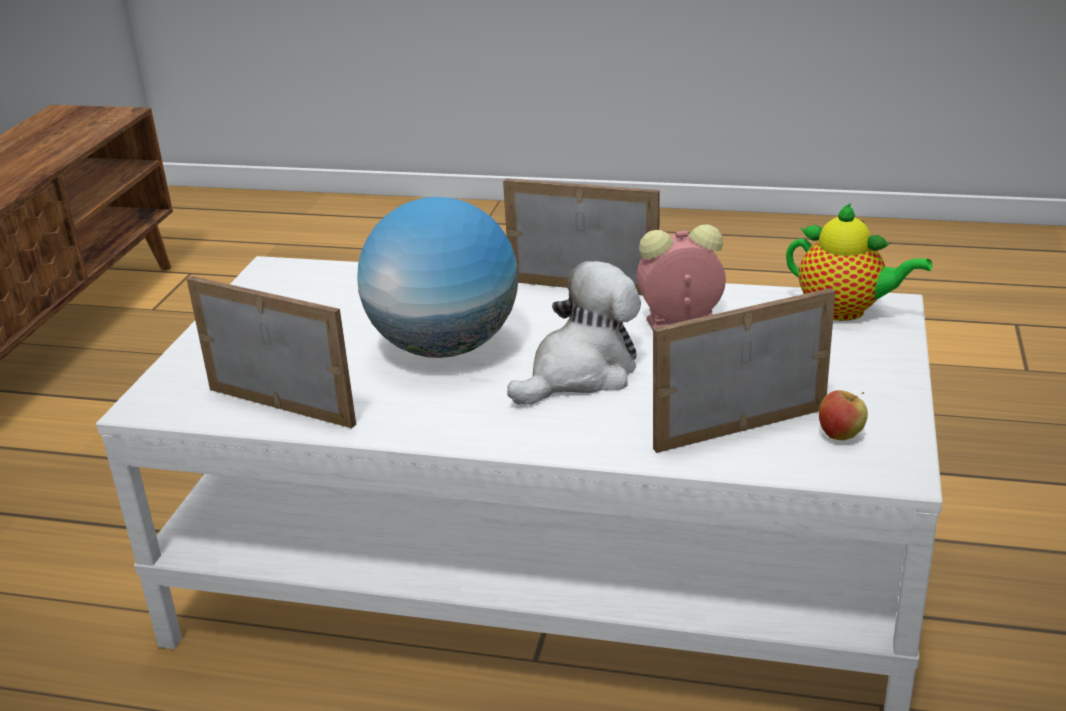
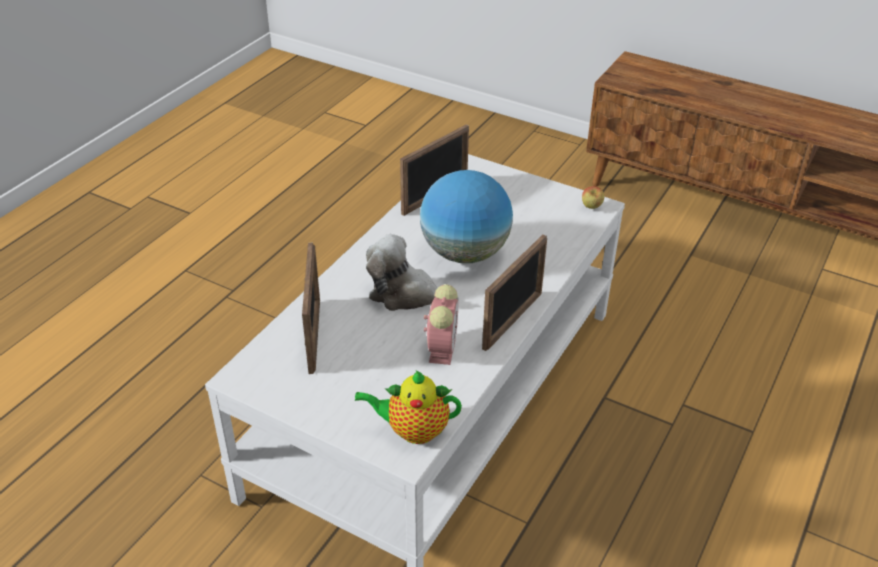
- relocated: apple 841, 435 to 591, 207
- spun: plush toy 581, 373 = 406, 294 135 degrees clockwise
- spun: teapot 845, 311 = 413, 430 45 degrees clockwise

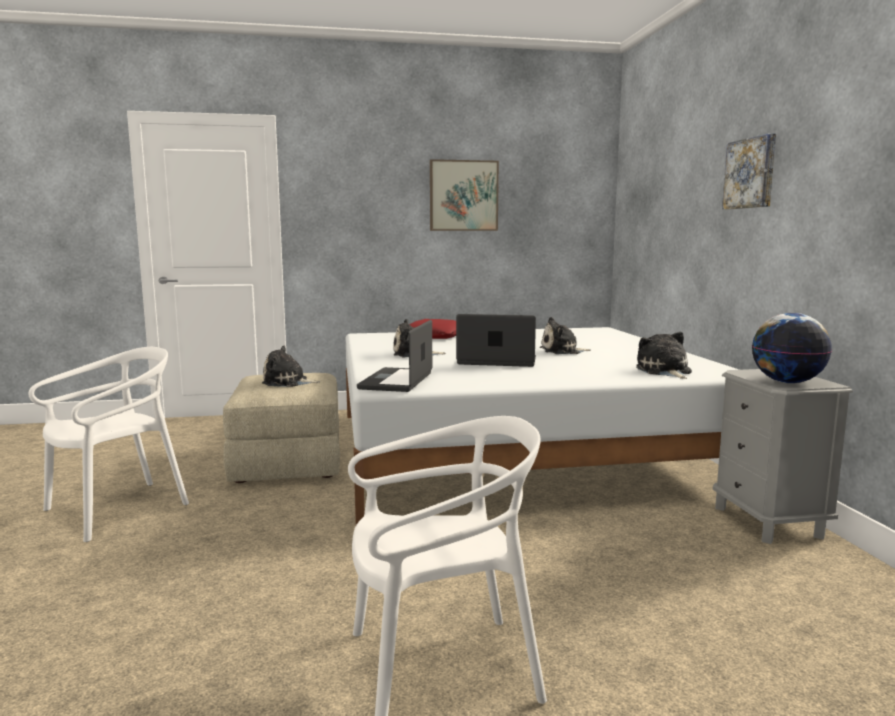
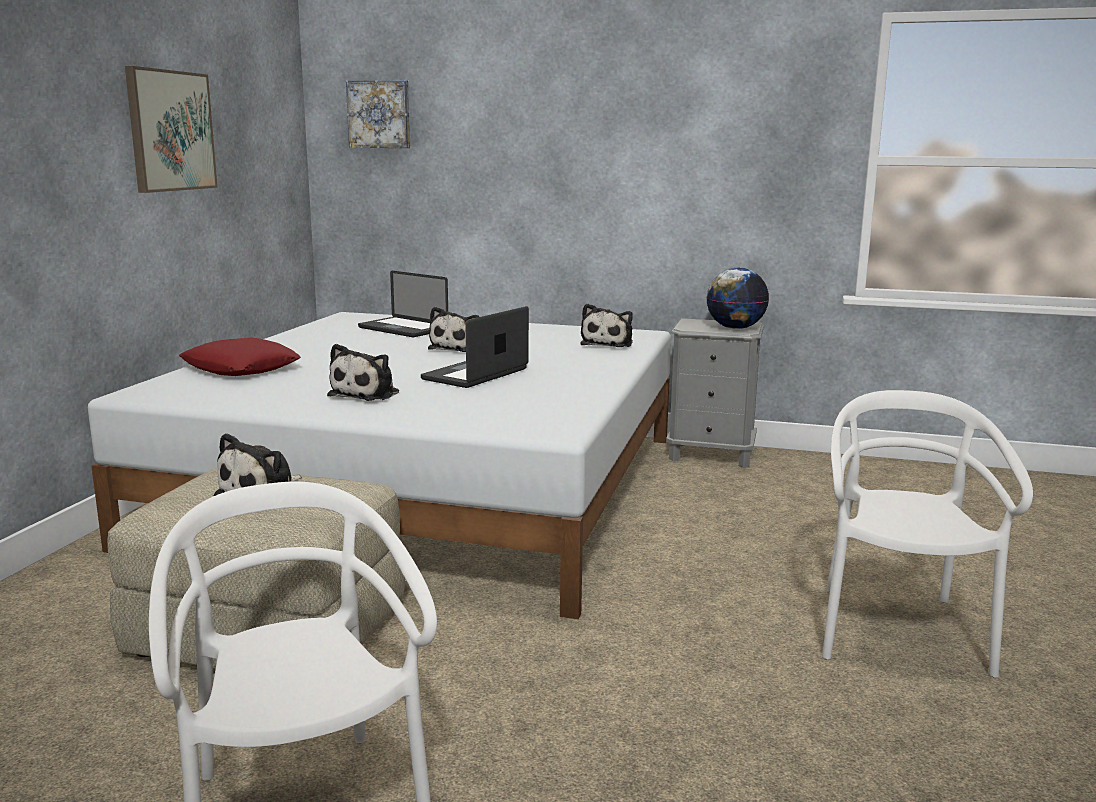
- relocated: portable computer 396, 381 to 403, 329
- relocated: wall art 751, 173 to 379, 114
- spun: plush toy 664, 371 = 608, 343 90 degrees counterclockwise

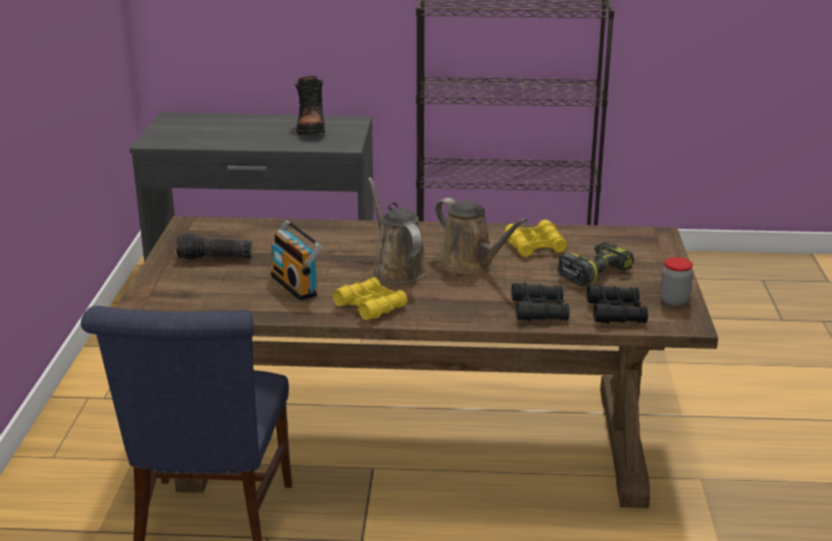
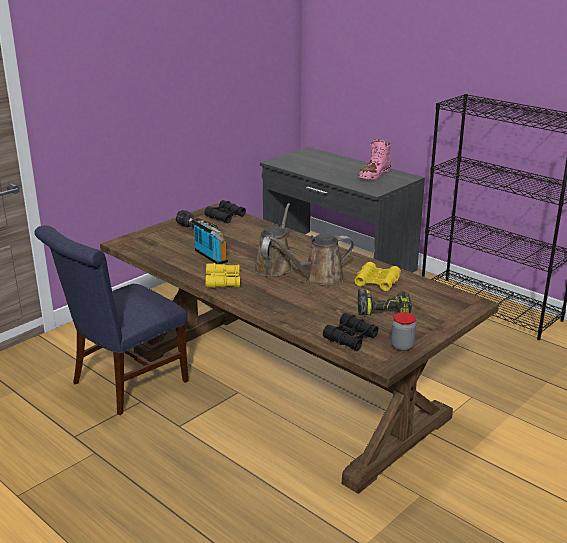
- relocated: black-coloured pair of binoculars 539, 310 to 225, 216
- colour: black-coloured tall boot 311, 128 to pink-coloured tall boot 374, 175
- spun: radio set 296, 285 = 209, 257 135 degrees clockwise
- spun: brown sprinkling can 470, 263 = 319, 278 75 degrees clockwise

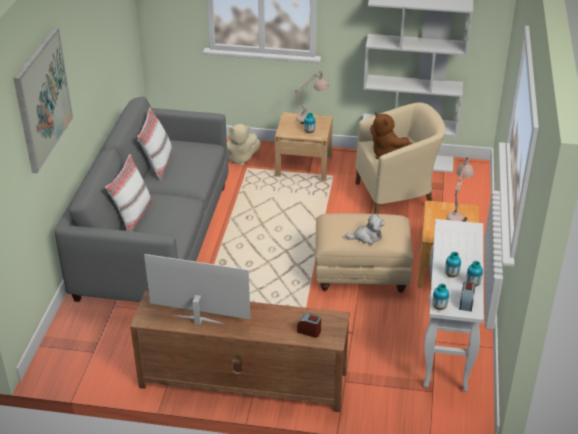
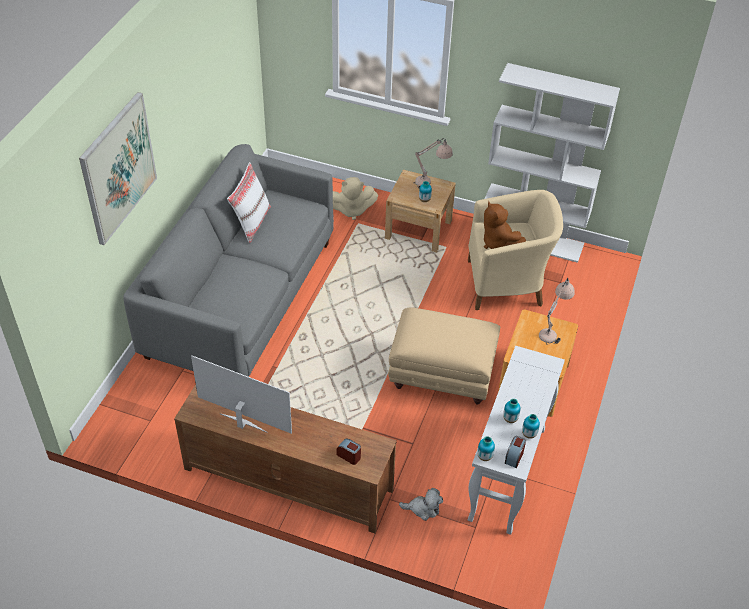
- missing: whitish cushion 133, 216
- relocated: plush toy 366, 237 to 423, 508

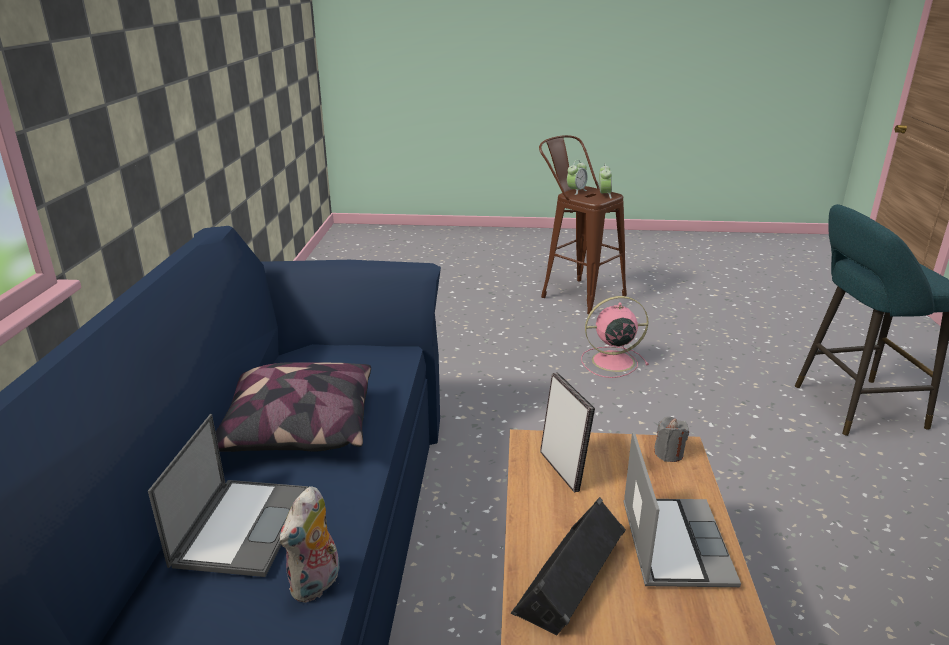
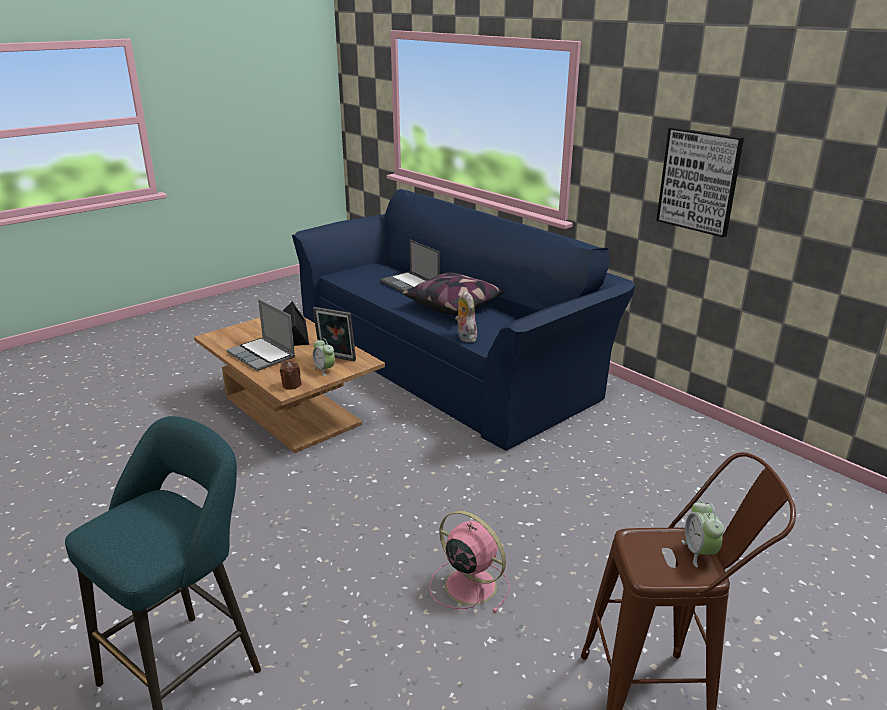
- appeared: wall art 699, 181
- relocated: plush toy 317, 585 to 465, 337
- relocated: alarm clock 604, 195 to 324, 370
- colour: gray wax candle 668, 453 to brown wax candle 291, 385
- spun: pink-coloured electric fan 611, 361 = 468, 584 90 degrees counterclockwise

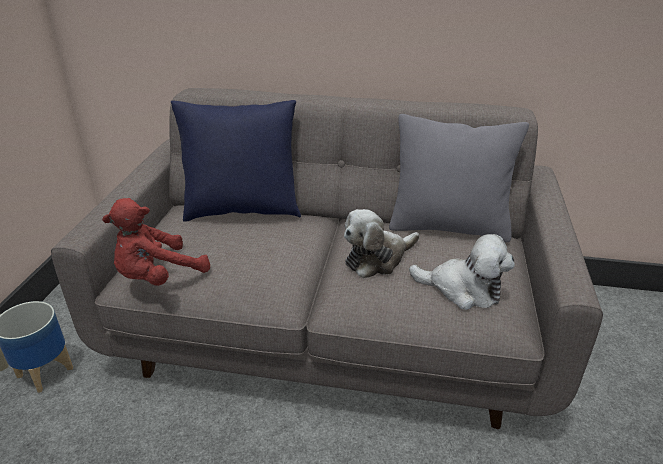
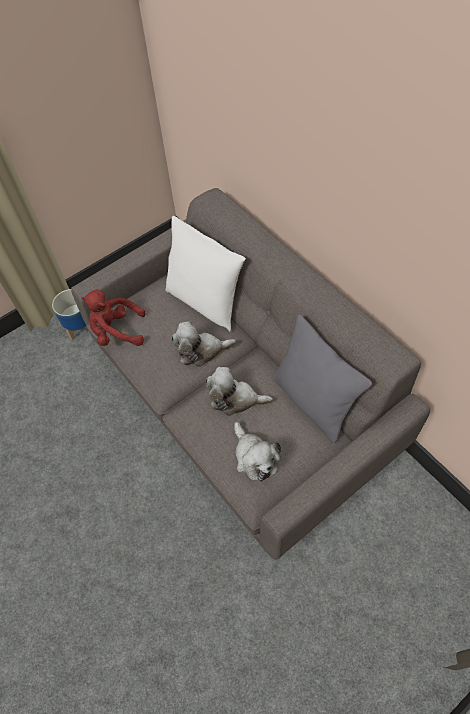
- appeared: plush toy 201, 351
- colour: blue cushion 242, 210 to whitish cushion 205, 301

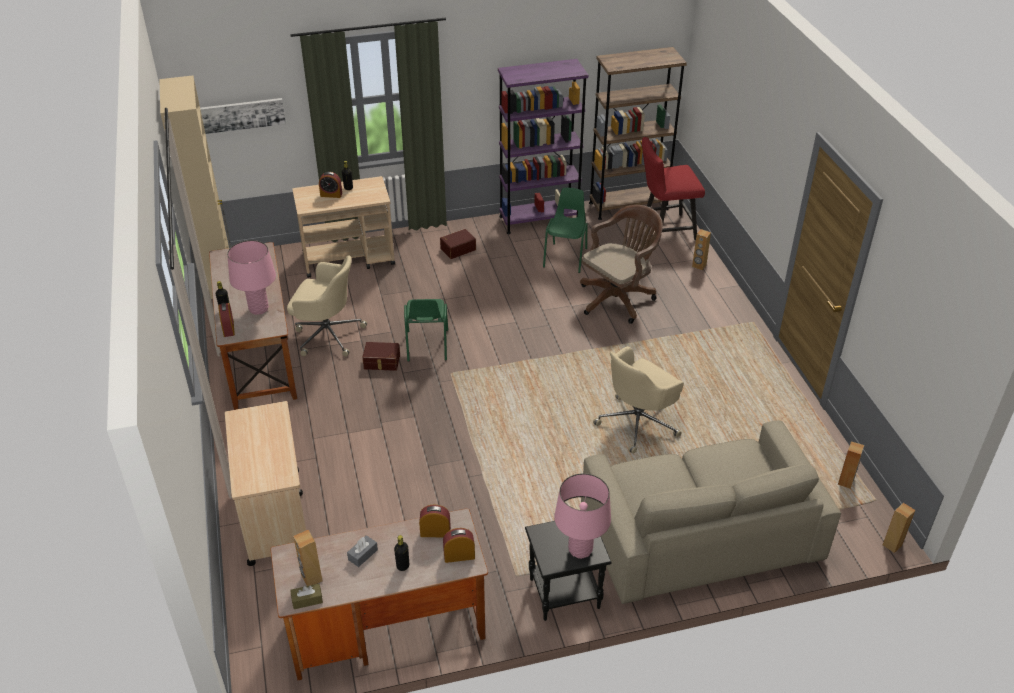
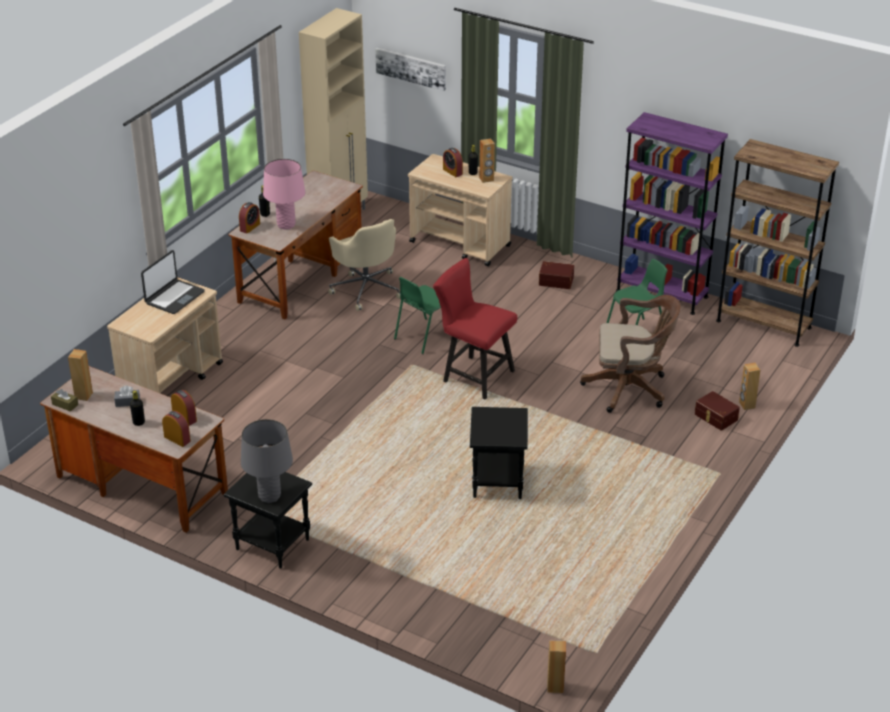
- missing: beige-coloured settee 699, 532
- appeared: portable computer 174, 297
- relocated: brown storage container 381, 362 to 715, 417
- relocated: reddish upright chair 665, 230 to 473, 375
- relocated: brown audio speaker 845, 482 to 486, 179
- exchanged: beige-coloured computer chair 638, 422 to black-coloured accent table 496, 481
- colour: pink-coloured table lamp 580, 549 to gray table lamp 269, 496

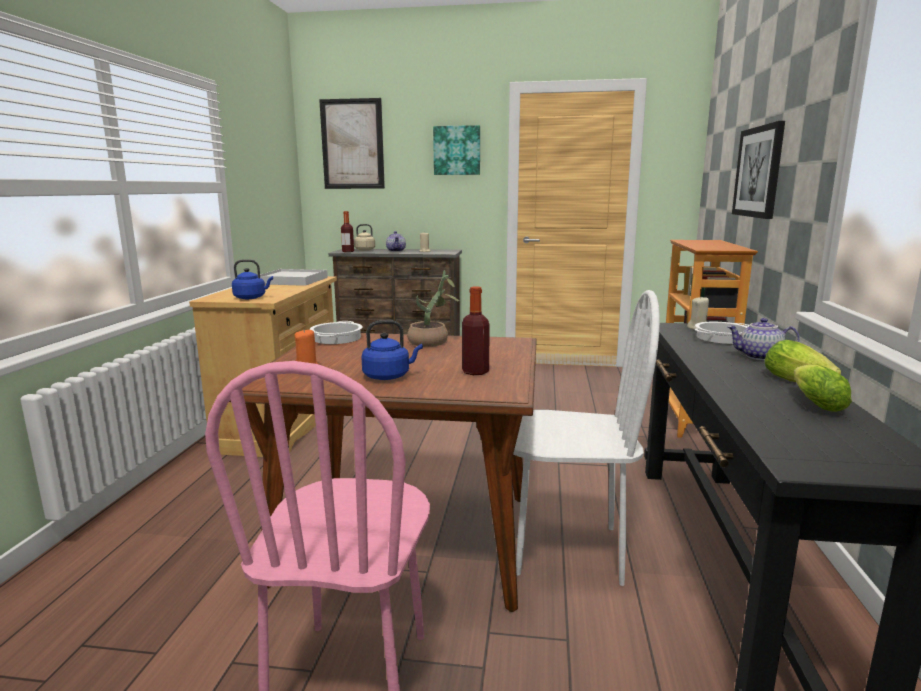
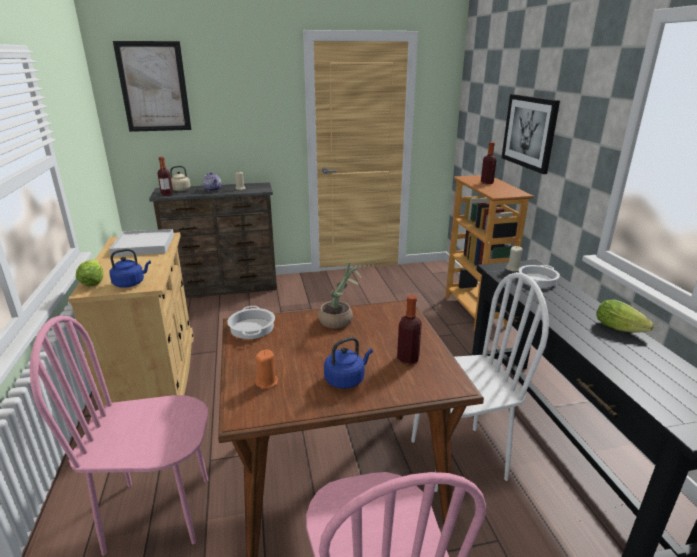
- missing: wall art 457, 150
- missing: teapot 759, 357
- appeared: pink-coloured upright chair 159, 513
- appeared: beverage bottle 486, 183
- relocated: lettuce head 814, 403 to 94, 280

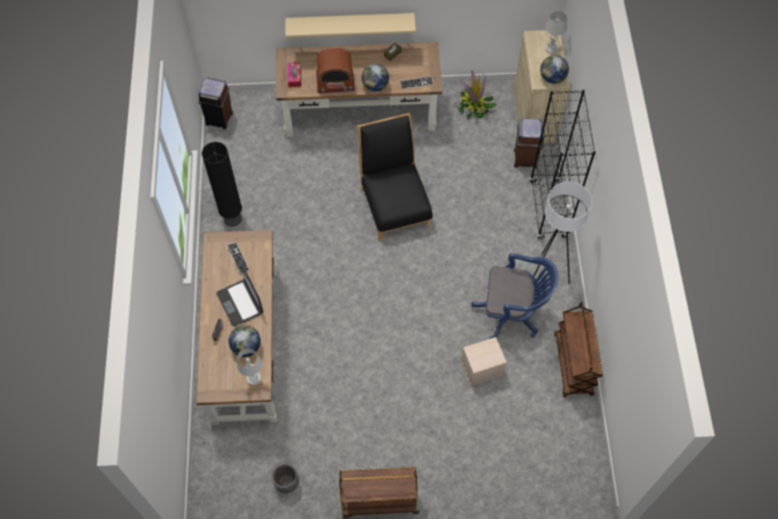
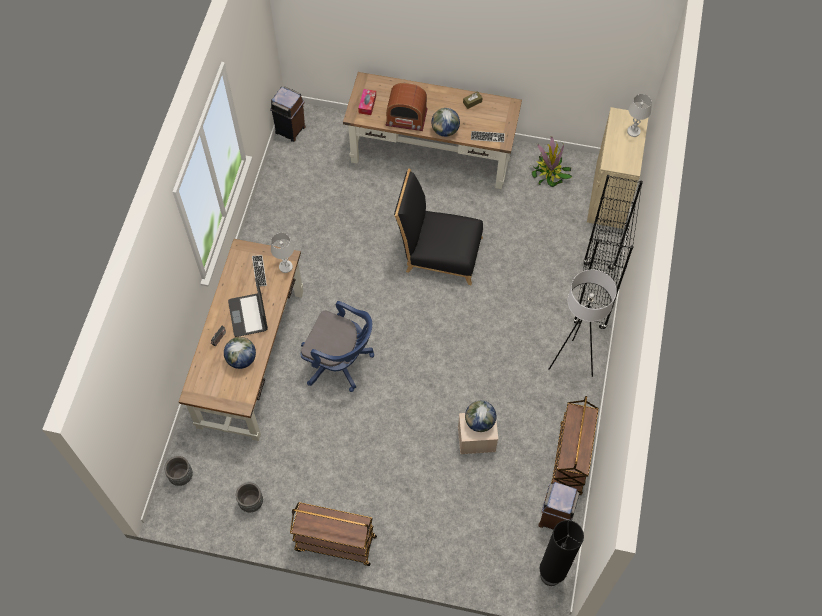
- missing: beige-coloured shelf 350, 22
- appeared: gray plant pot 181, 476
- relocated: black-coloured floor lamp 232, 218 to 550, 575
- relocated: whitish table lamp 254, 378 to 286, 267
- relocated: blue computer chair 511, 312 to 340, 362
- relocated: brown trash can 525, 158 to 555, 517
- relocated: world globe 552, 78 to 479, 422
- spun: black-coloured upright chair 394, 202 = 438, 253 75 degrees counterclockwise

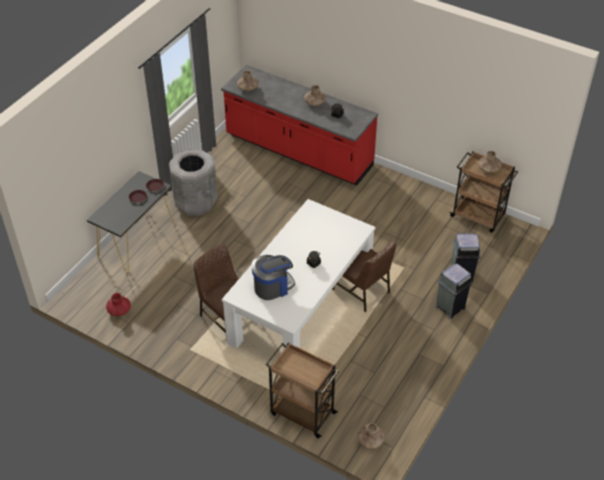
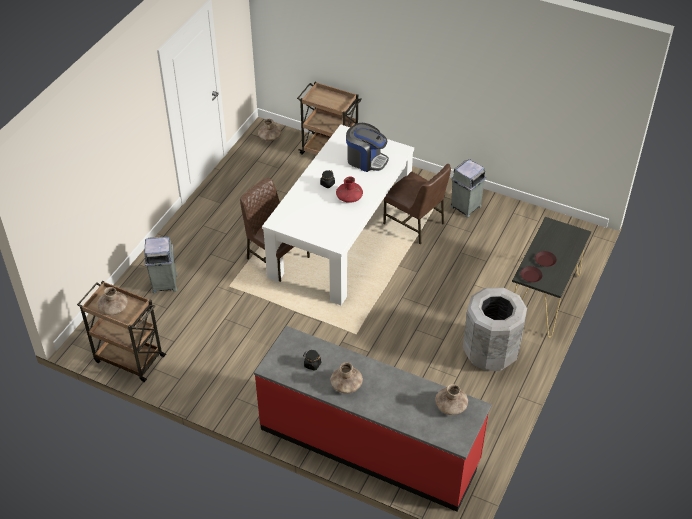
- relocated: reddish vase 119, 310 to 349, 198
- relocated: gray trash can 450, 307 to 465, 207
- spun: coffee brewer 272, 287 = 366, 160 120 degrees counterclockwise

